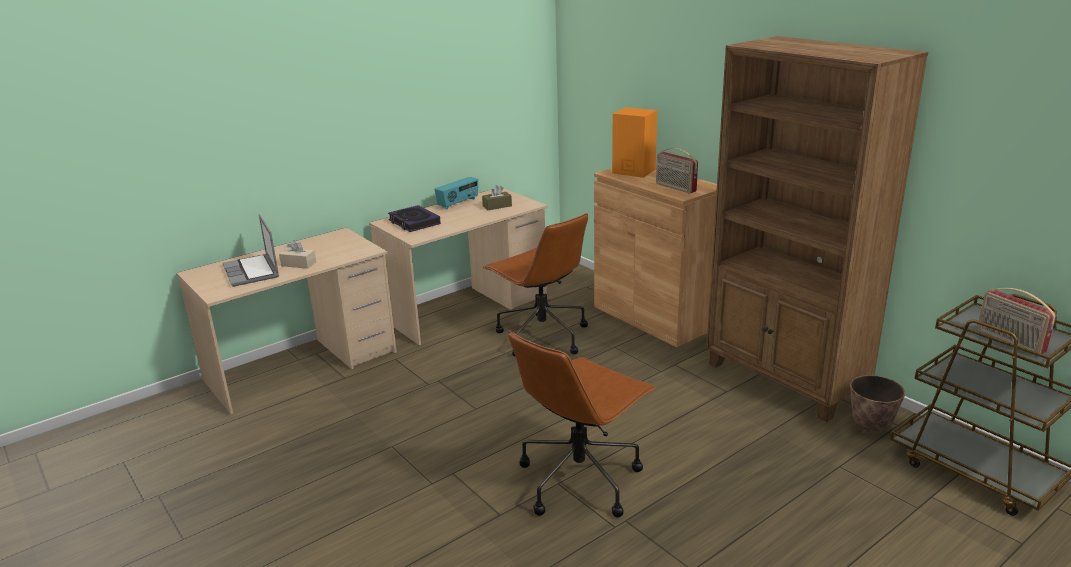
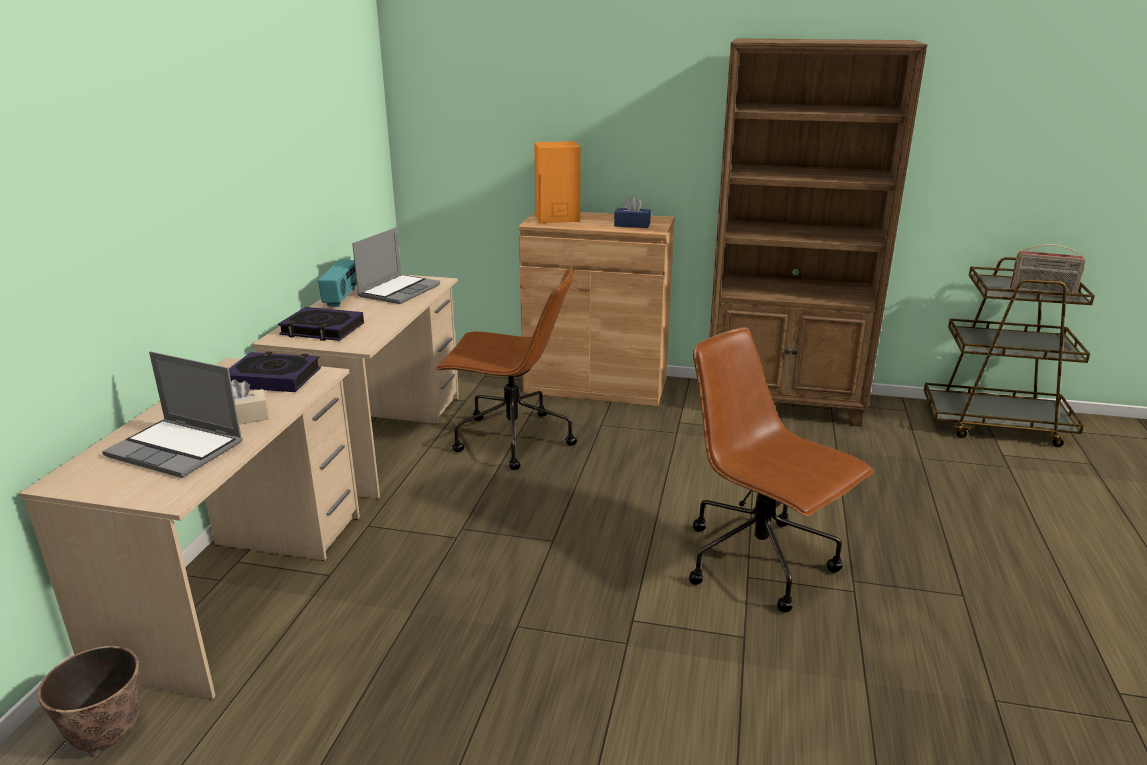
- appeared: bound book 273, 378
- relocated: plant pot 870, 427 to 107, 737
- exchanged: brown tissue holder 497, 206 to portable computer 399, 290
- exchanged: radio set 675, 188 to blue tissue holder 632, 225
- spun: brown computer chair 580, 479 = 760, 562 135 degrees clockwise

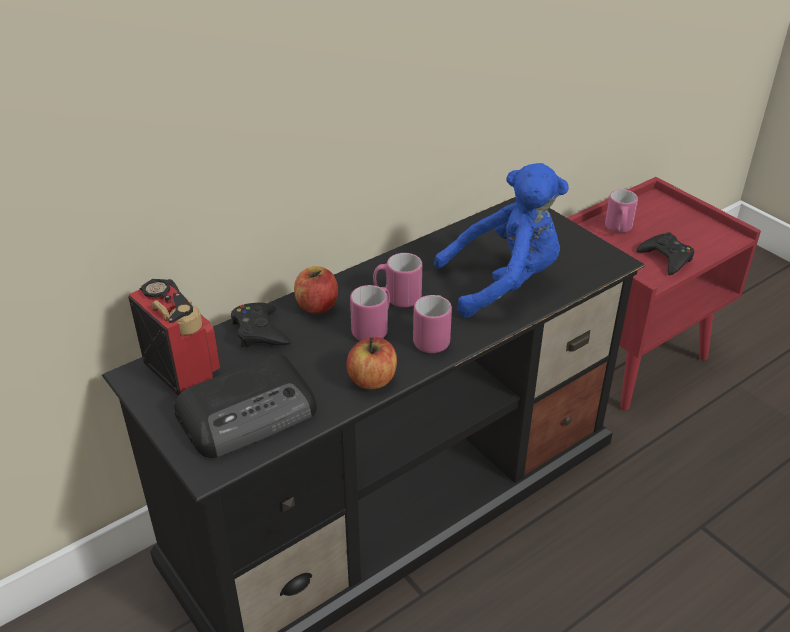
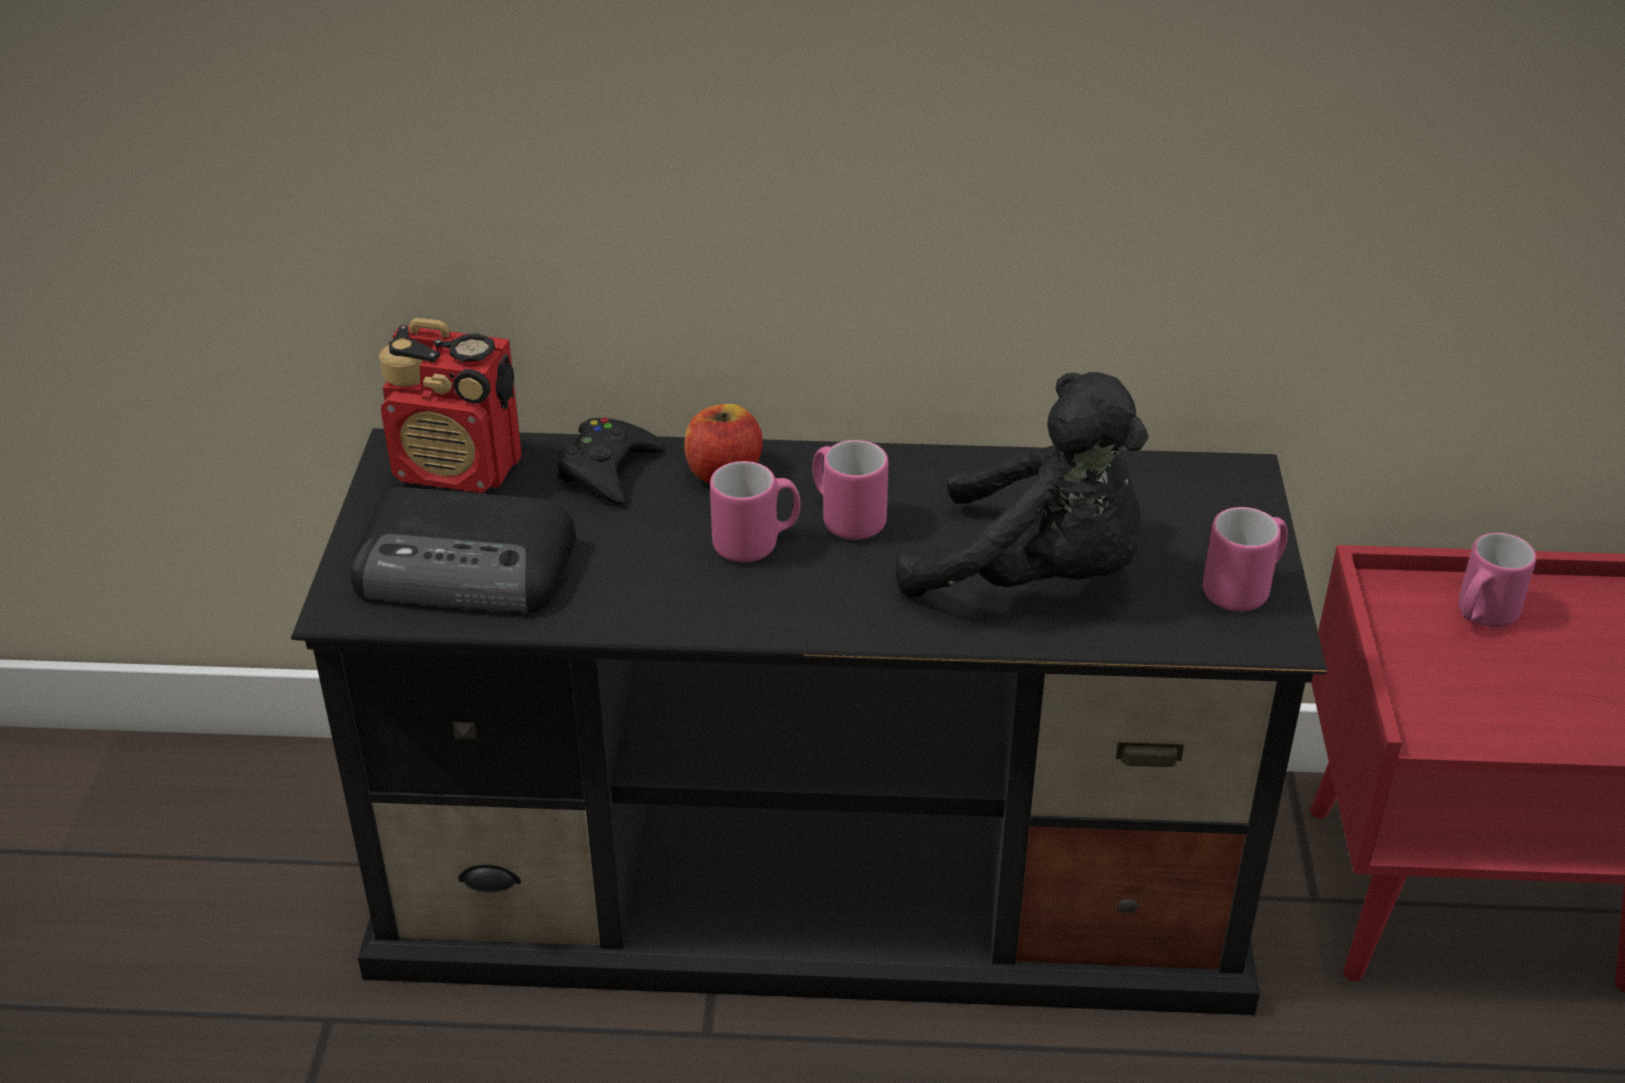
- missing: apple 372, 380
- missing: black-coloured gamepad 666, 258
- relocated: pink-coloured tea mug 433, 338 to 1244, 588
- colour: blue plush toy 504, 282 to black-coloured plush toy 1037, 576
- spun: radio set 181, 369 = 459, 469 105 degrees clockwise

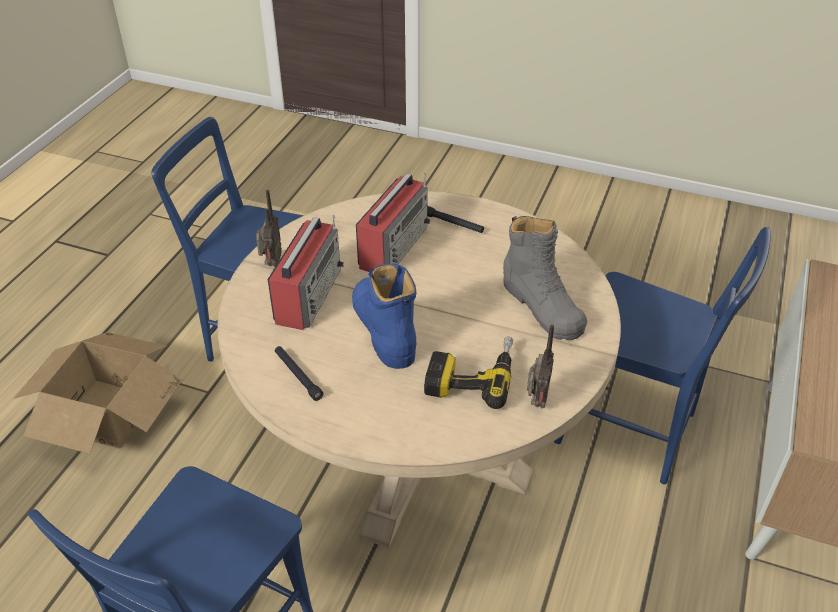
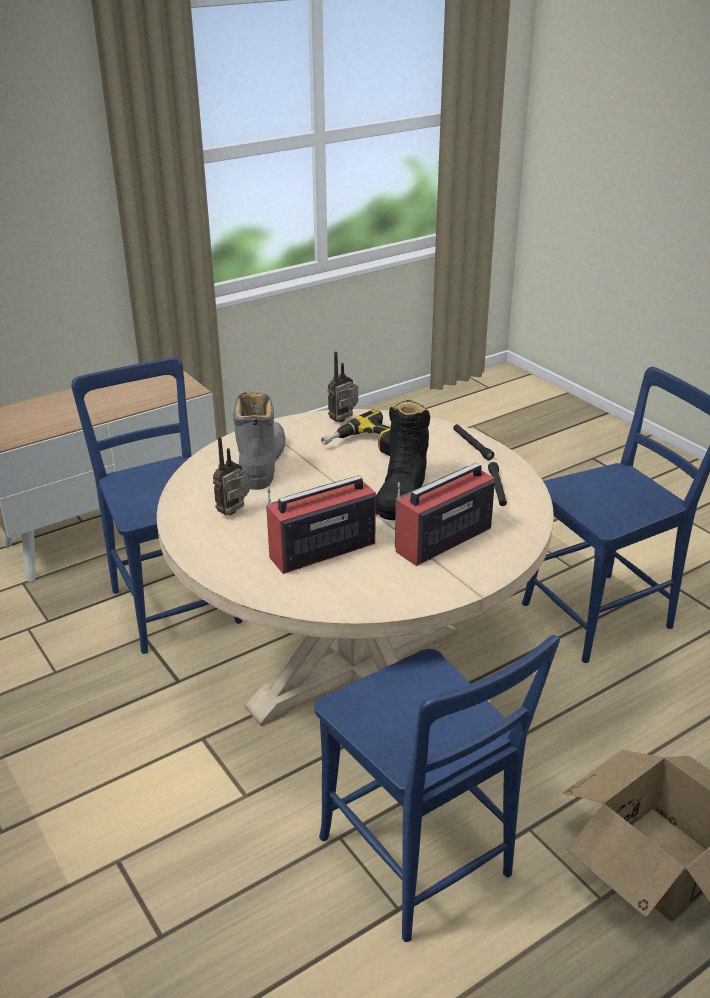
- relocated: radio set 271, 263 to 235, 513
- relocated: black-coloured hand torch 453, 223 to 472, 445
- colour: blue tall boot 384, 329 to black-coloured tall boot 401, 492

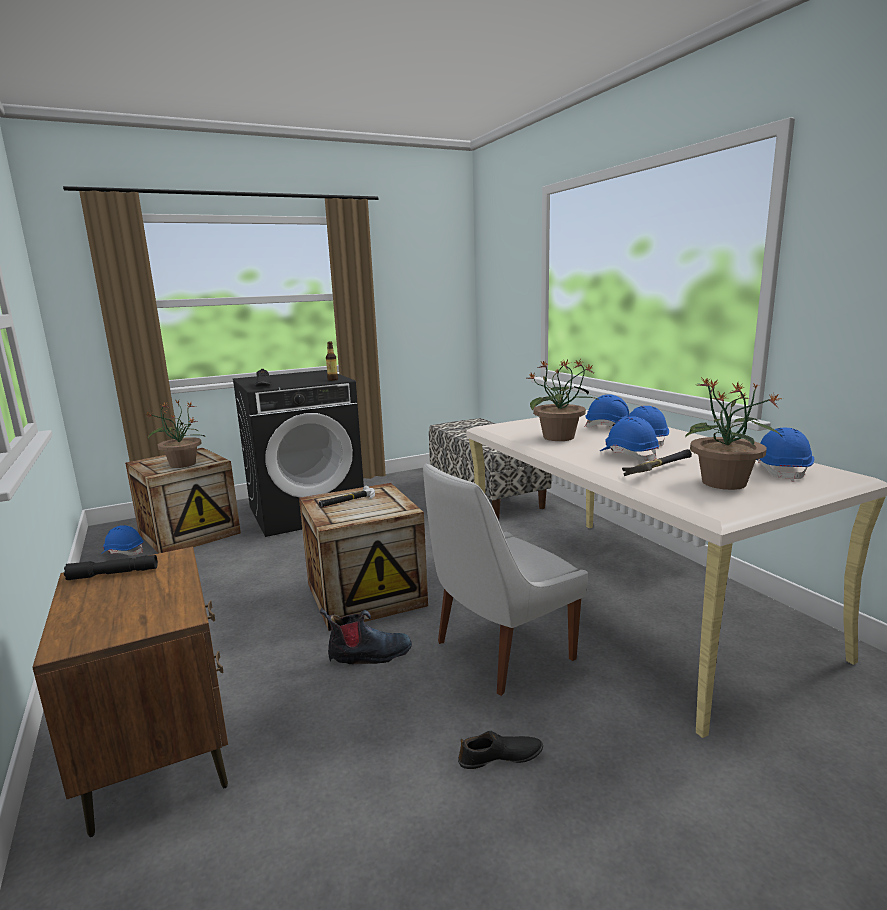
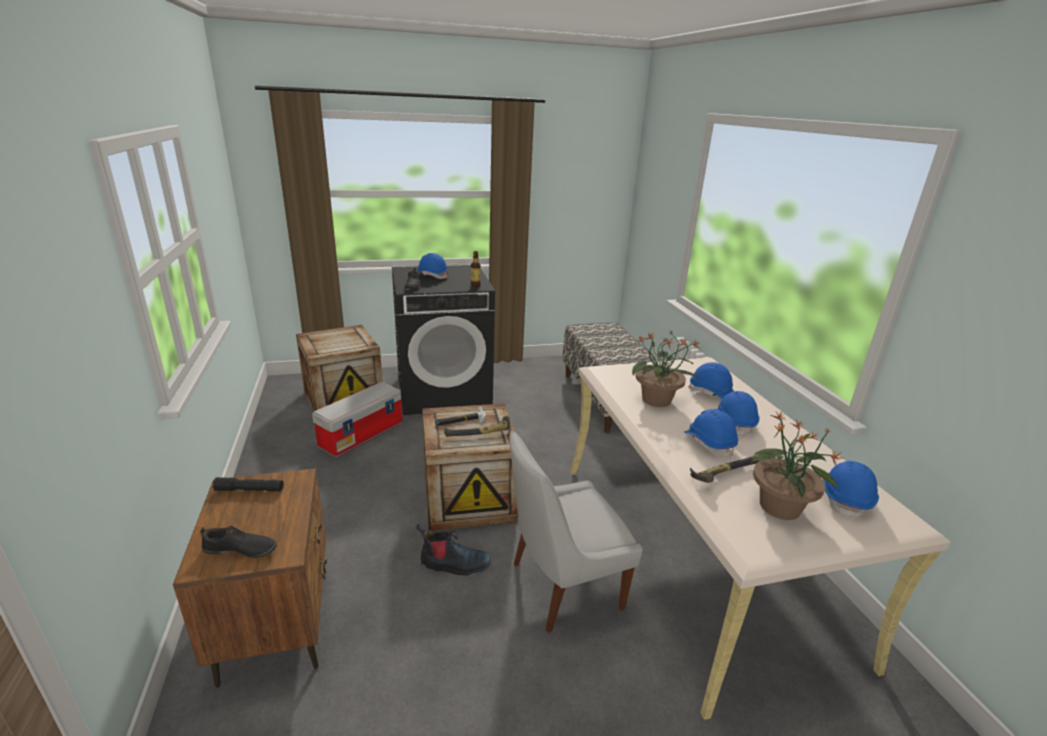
- missing: houseplant 182, 464
- appeared: storage container 362, 435
- appeared: hand hammer 481, 436
- relocated: blue work helmet 123, 552 to 431, 276
- relocated: black-coloured low shoe 500, 757 to 240, 550

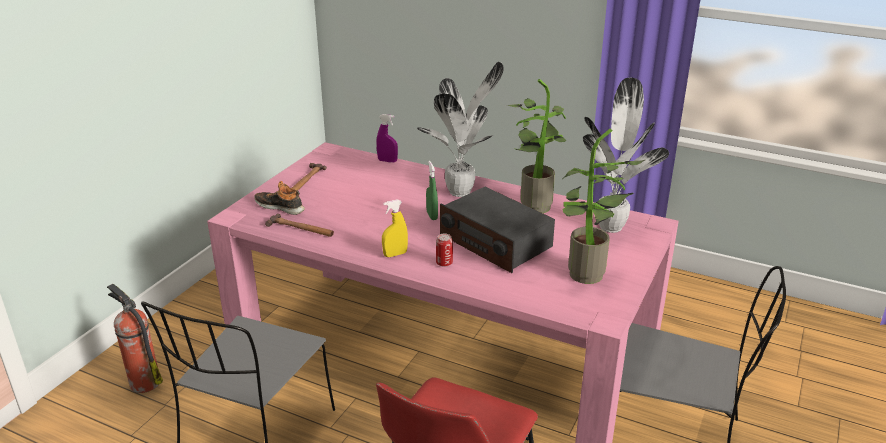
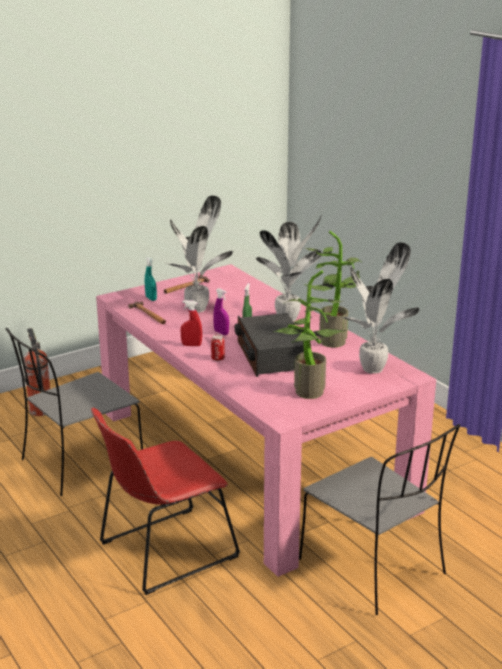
- appeared: houseplant 198, 308
- relocated: purple-coloured spray bottle 387, 161 to 221, 332
- exchanged: low shoe 280, 207 to turquoise spray bottle 151, 298
- colour: yellow-coloured spray bottle 395, 254 to reddish spray bottle 191, 345

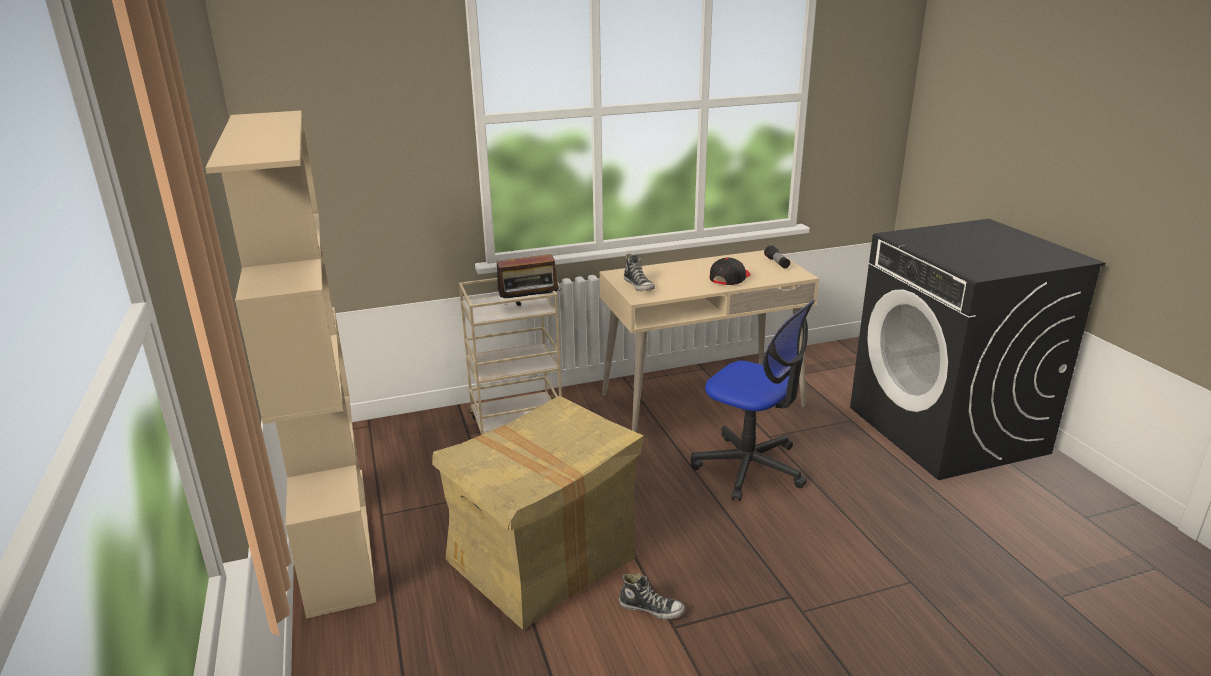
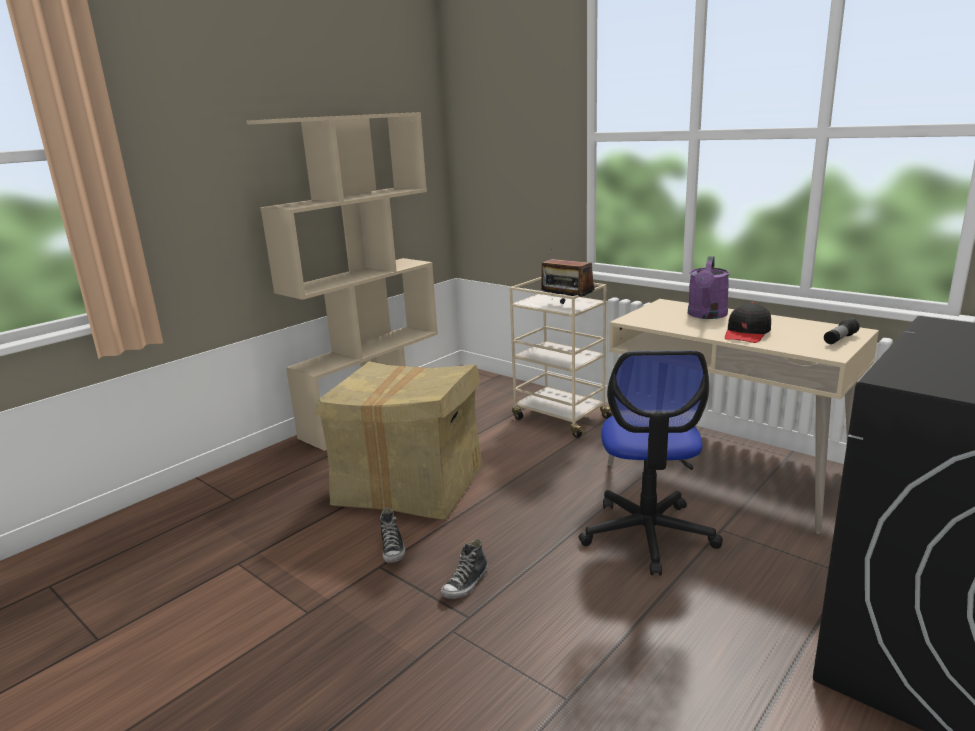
- appeared: purple-coloured sprinkling can 707, 315
- relocated: low shoe 639, 286 to 466, 584
- spun: black-coloured baseball cap 729, 278 = 747, 333 120 degrees clockwise

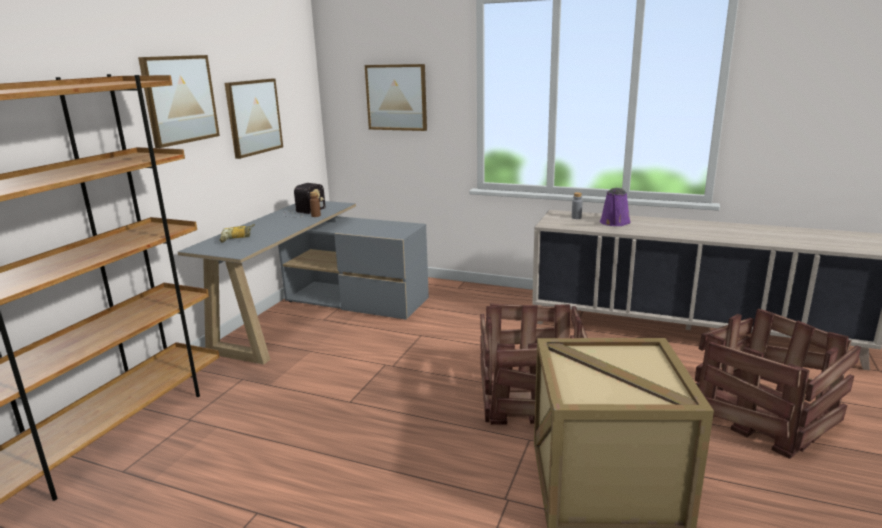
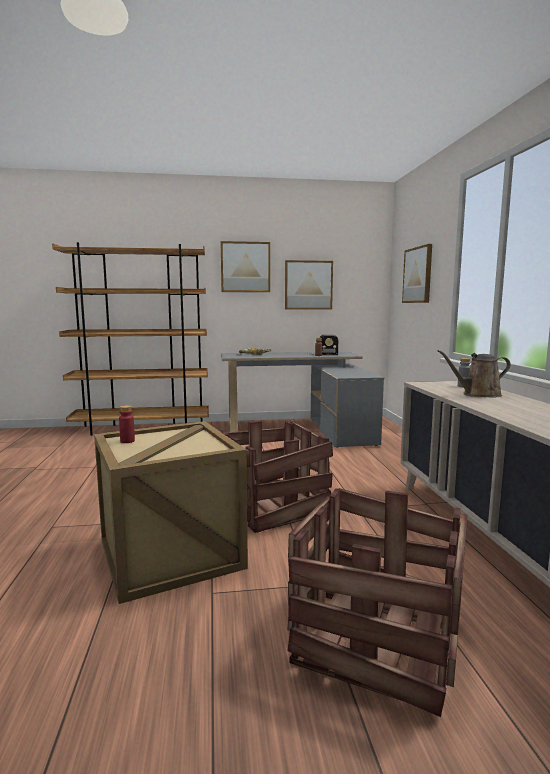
- appeared: reddish beverage bottle 127, 441
- colour: purple-coloured sprinkling can 614, 223 to brown sprinkling can 478, 394

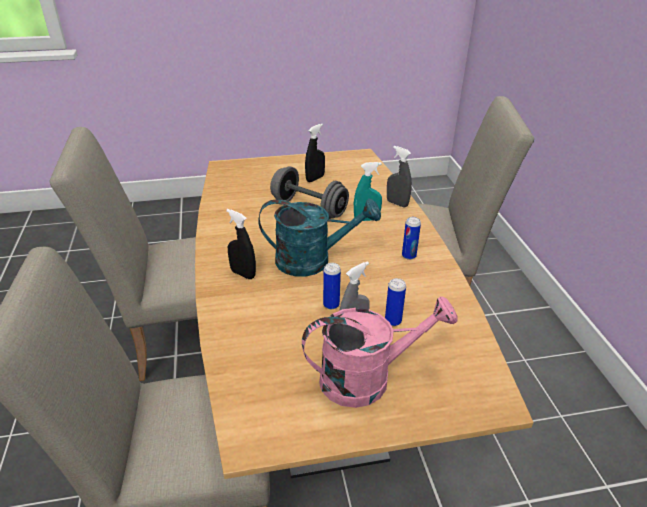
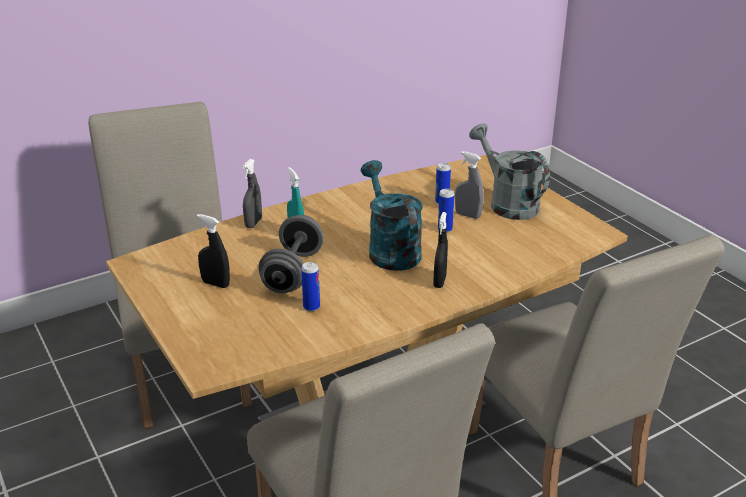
- relocated: sealed can 409, 256 to 311, 307
- colour: pink-coloured sprinkling can 367, 378 to gray sprinkling can 507, 203

